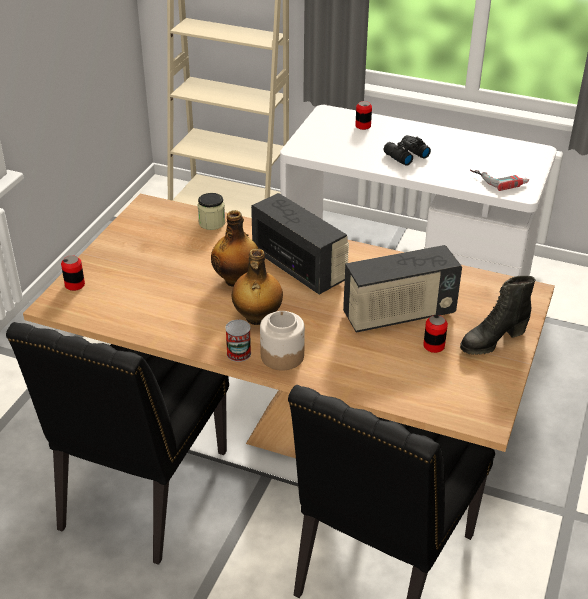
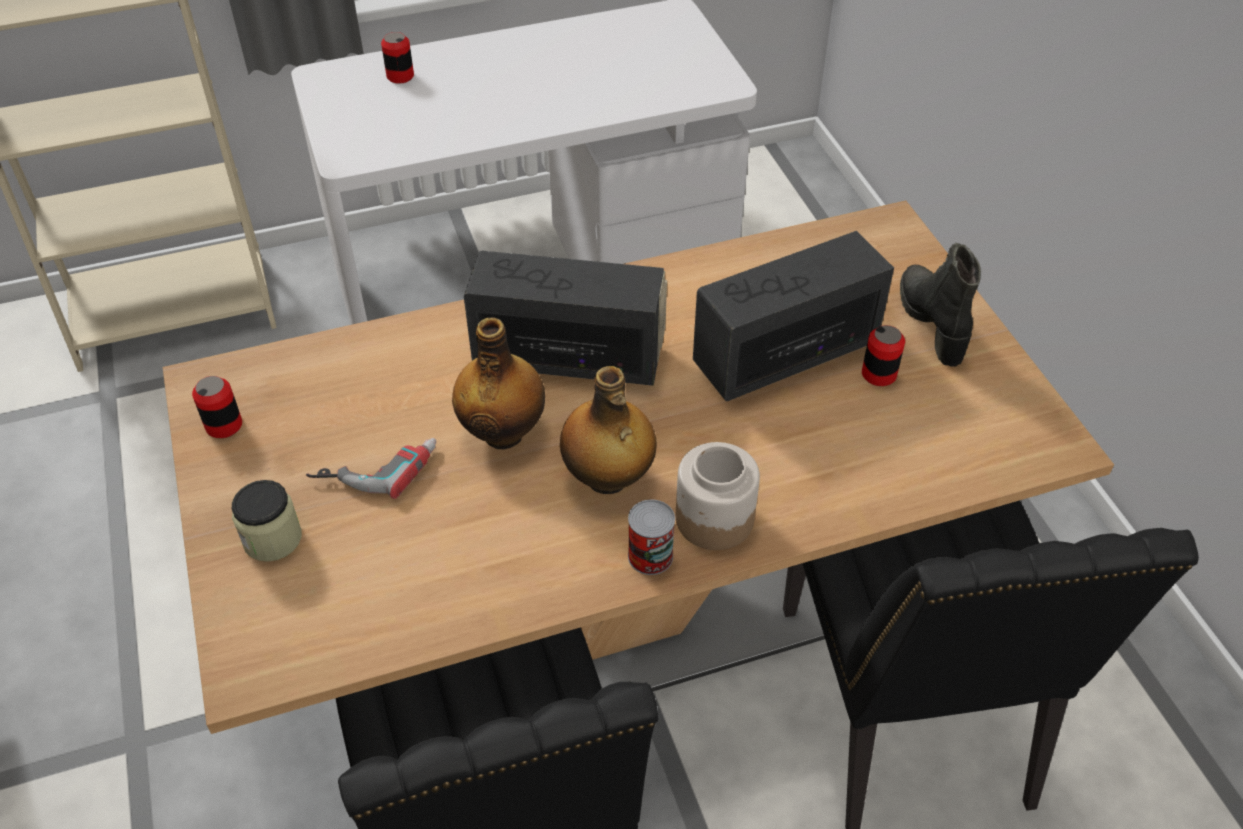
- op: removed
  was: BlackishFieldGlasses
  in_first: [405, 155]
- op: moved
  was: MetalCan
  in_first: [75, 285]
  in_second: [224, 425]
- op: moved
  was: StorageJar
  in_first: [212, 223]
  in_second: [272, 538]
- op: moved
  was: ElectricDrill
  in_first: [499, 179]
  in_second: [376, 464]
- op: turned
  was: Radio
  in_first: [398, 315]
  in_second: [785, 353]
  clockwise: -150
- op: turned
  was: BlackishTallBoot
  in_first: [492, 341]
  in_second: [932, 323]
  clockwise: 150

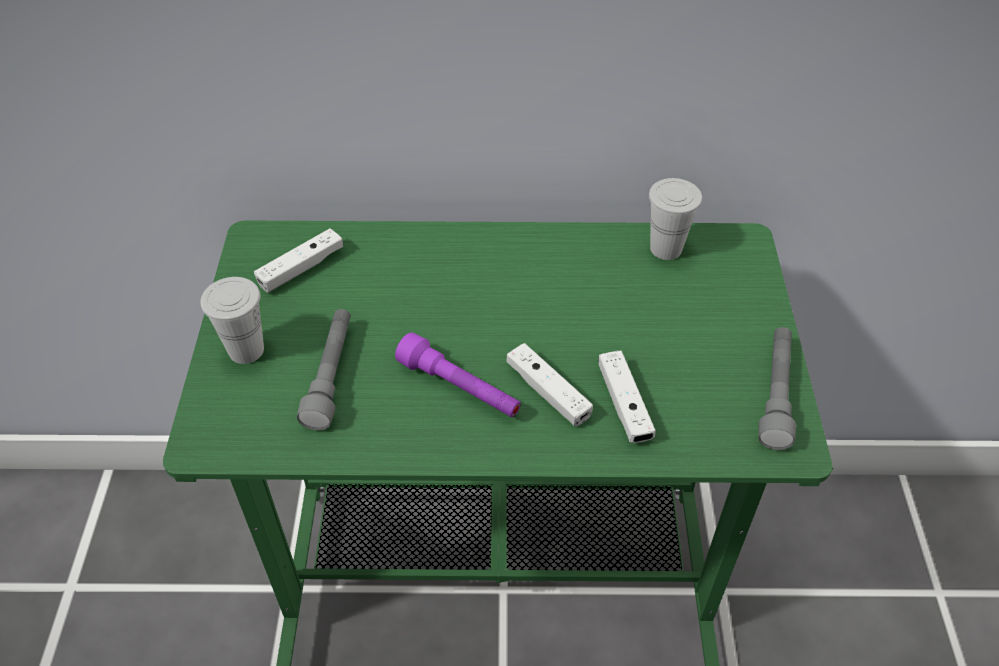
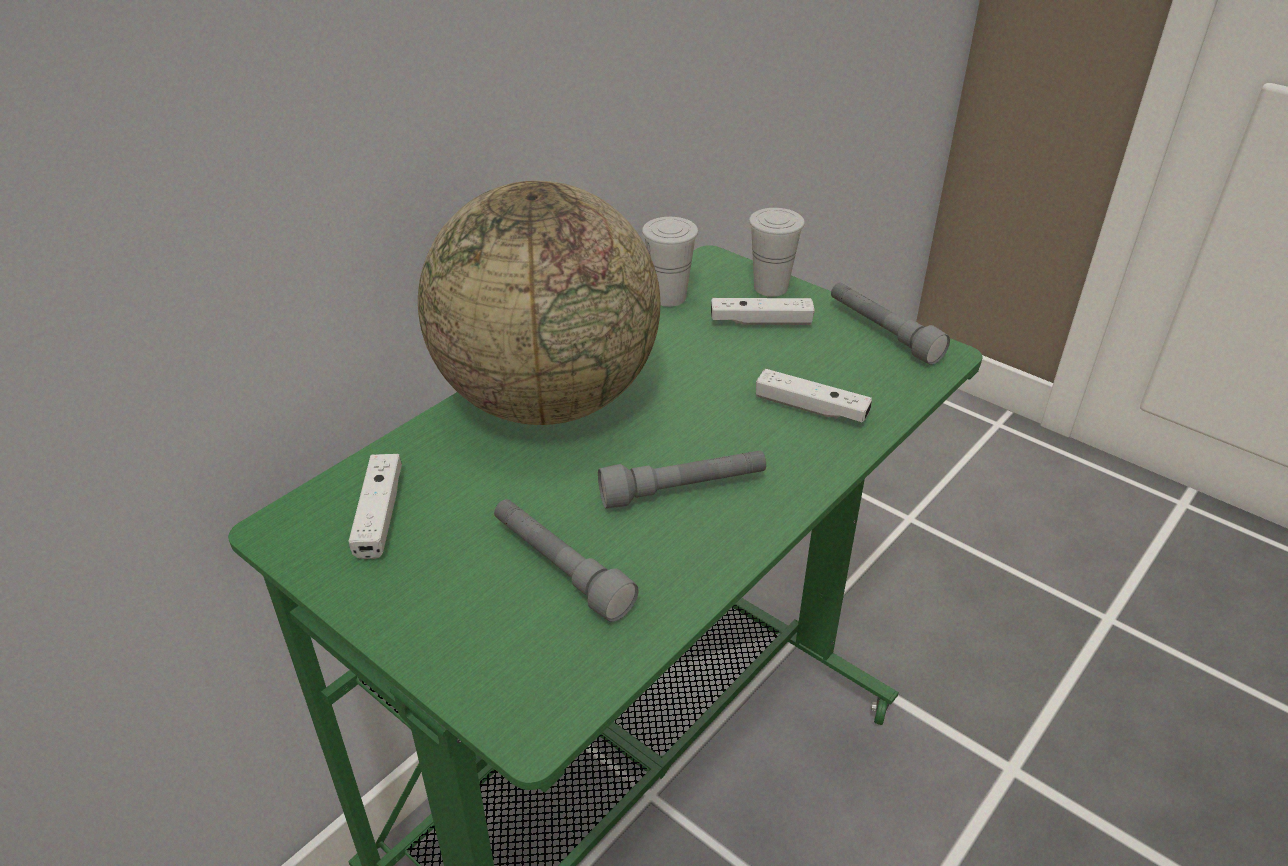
- op: added
  now: WorldGlobe
  in_second: [547, 399]
- op: moved
  was: WhitishCup
  in_first: [246, 350]
  in_second: [770, 287]
- op: moved
  was: WhitishJoypad
  in_first: [548, 392]
  in_second: [761, 322]
- op: recoloured
  was: PurpleFlashlight
  now: GreyishFlashlight
  in_first: [459, 388]
  in_second: [683, 490]

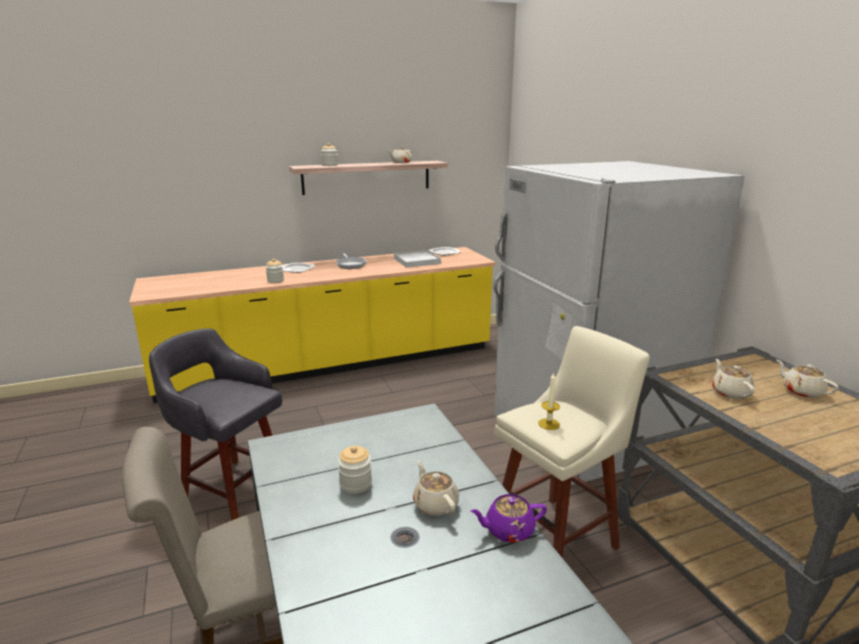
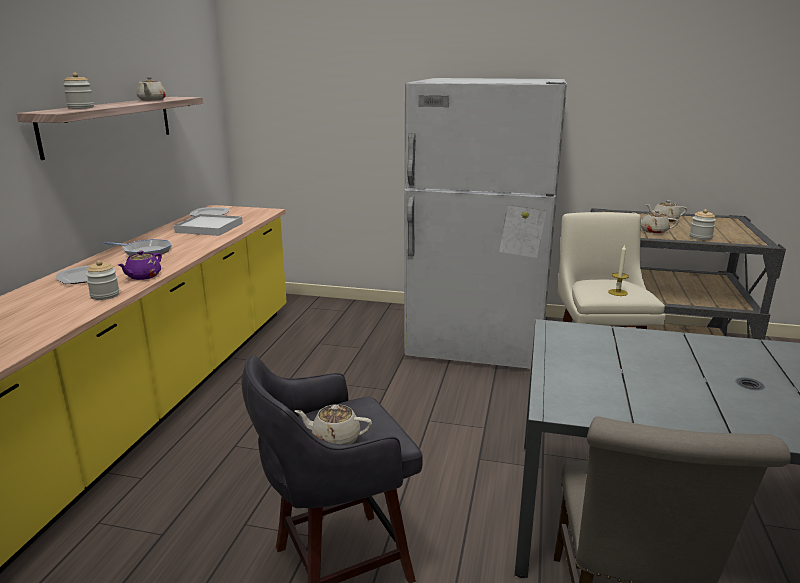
- op: moved
  was: StorageJar
  in_first: [355, 484]
  in_second: [700, 237]
- op: moved
  was: SandColouredTeapot
  in_first: [435, 504]
  in_second: [335, 439]
- op: moved
  was: PurpleTeapot
  in_first: [508, 530]
  in_second: [143, 276]

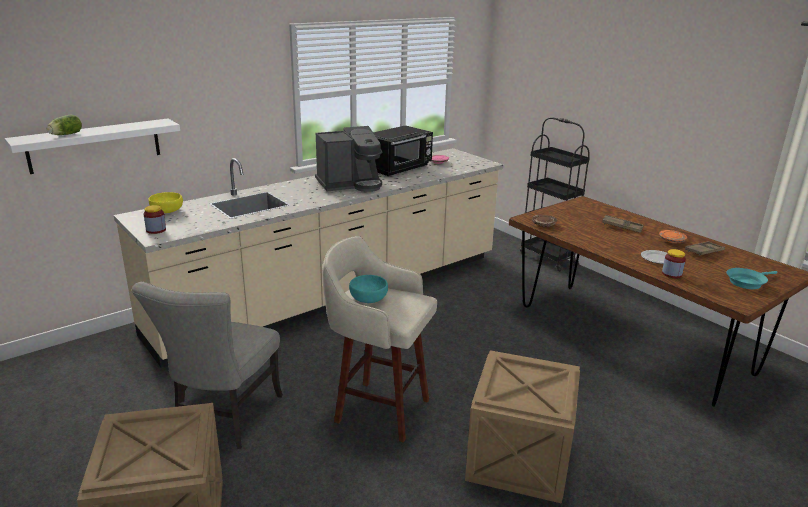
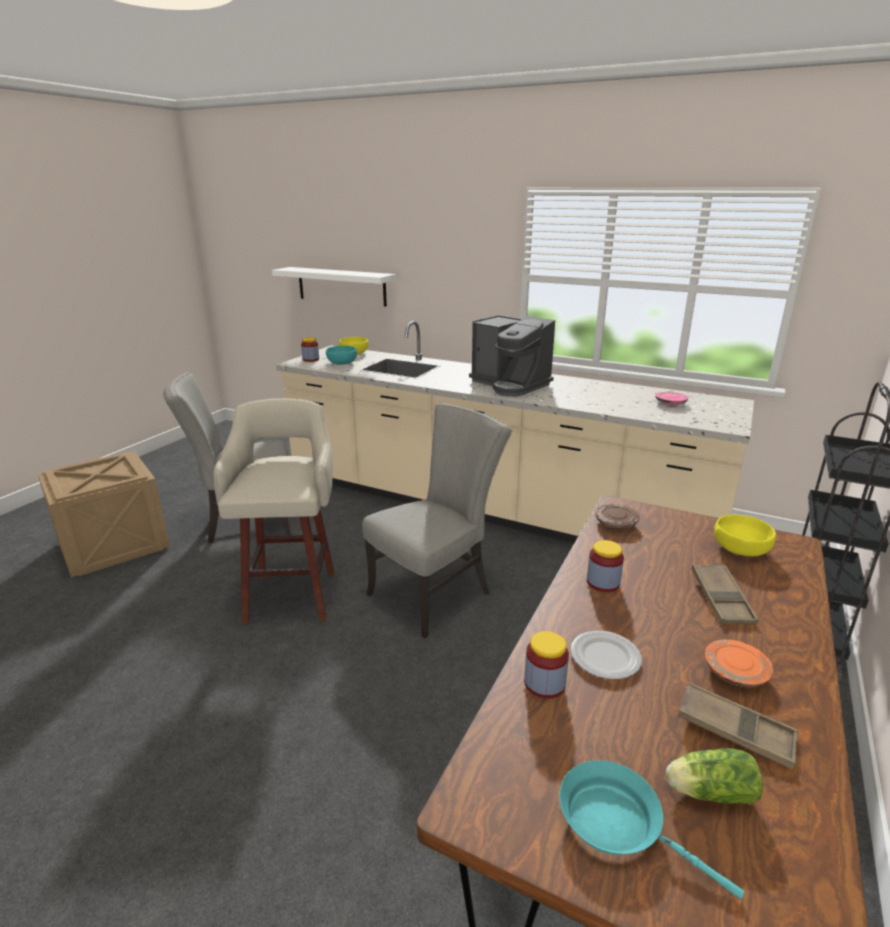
- op: removed
  was: BlackishMicrowaveOven
  in_first: [399, 168]
- op: removed
  was: Crate
  in_first: [519, 457]
- op: added
  now: GreyishPlainChair
  in_second: [436, 592]
- op: added
  now: StorageJar
  in_second: [603, 582]
- op: added
  now: YellowishBowl
  in_second: [741, 549]
- op: moved
  was: LettuceHead
  in_first: [65, 135]
  in_second: [707, 792]
- op: moved
  was: BlueGreenBowl
  in_first: [368, 298]
  in_second: [341, 363]

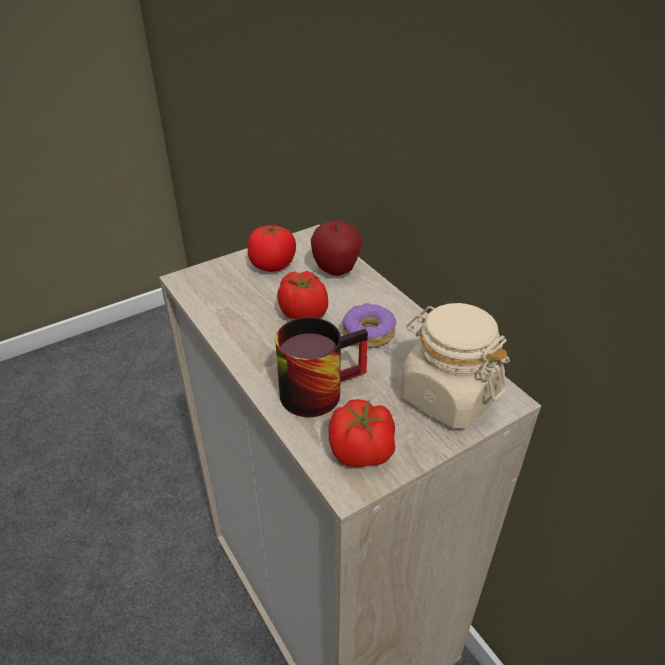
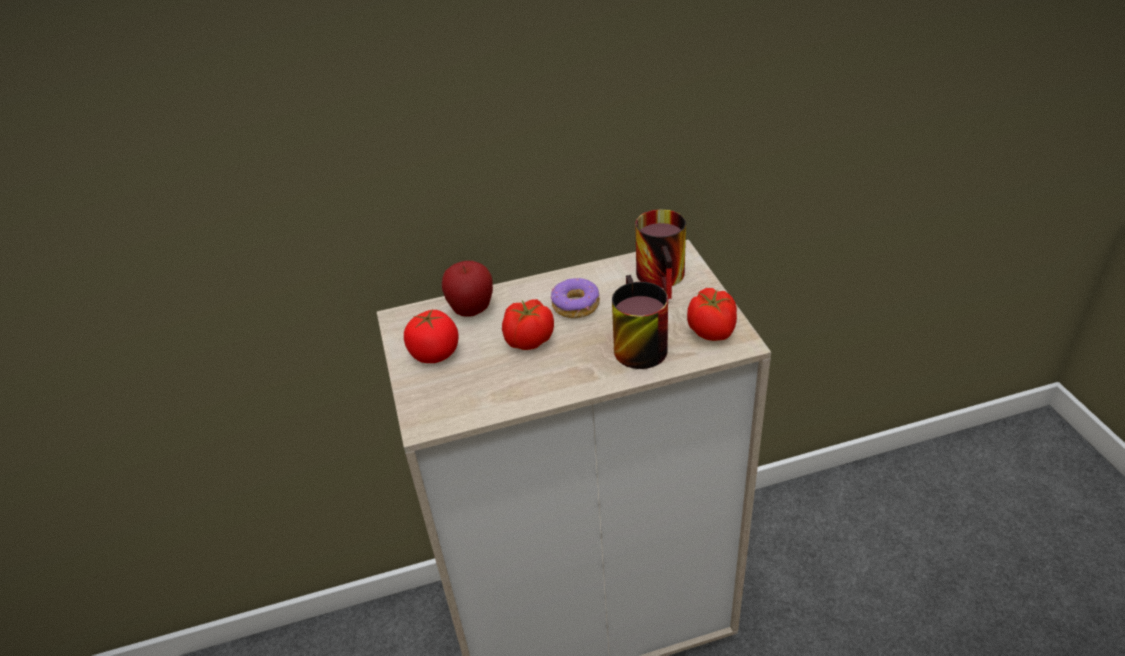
- op: replaced
  was: SandColouredStorageJar
  now: TeaMug
  in_first: [448, 396]
  in_second: [666, 278]

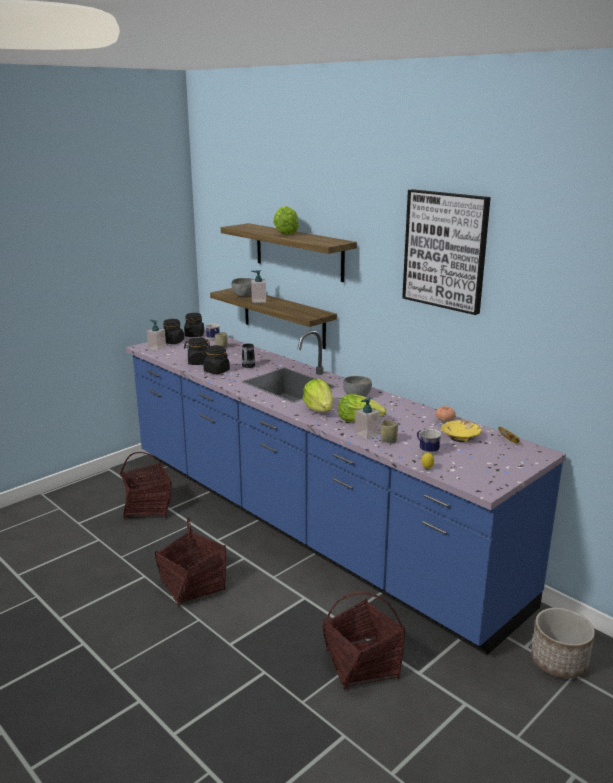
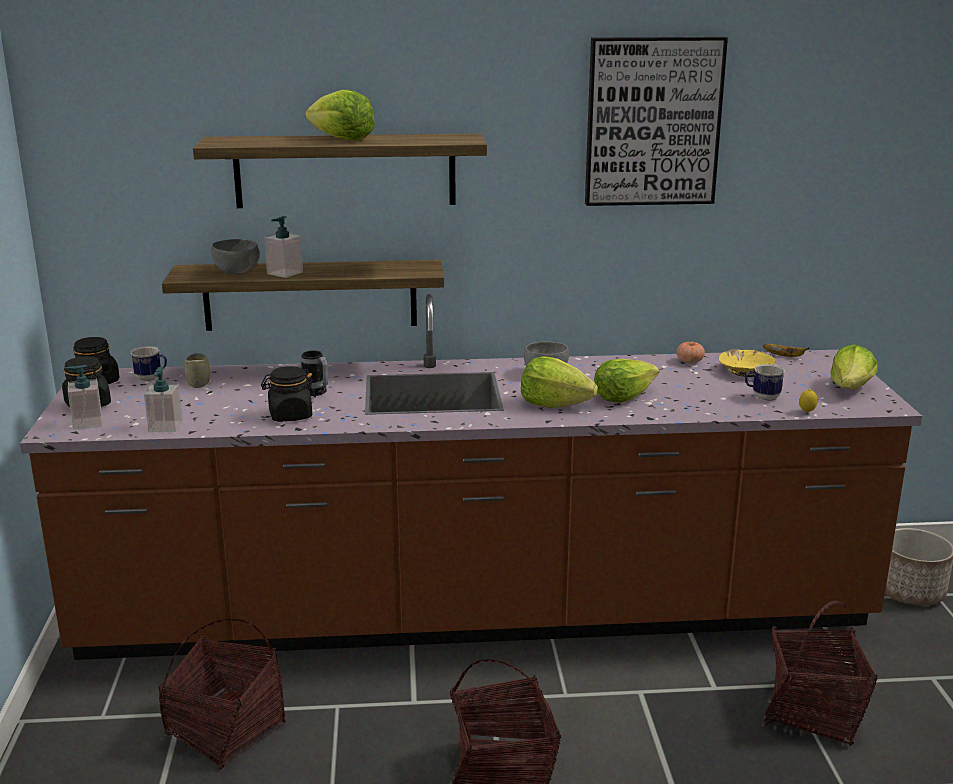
- op: removed
  was: BlackishStorageJar
  in_first: [198, 362]
- op: removed
  was: Cup
  in_first: [388, 441]
- op: added
  now: LettuceHead
  in_second: [851, 388]
- op: moved
  was: LiquidSoapBottle
  in_first: [366, 434]
  in_second: [165, 426]
- op: recoloured
  was: BluishKitchenBaseUnit
  now: BrownishKitchenBaseUnit
  in_first: [306, 523]
  in_second: [476, 612]

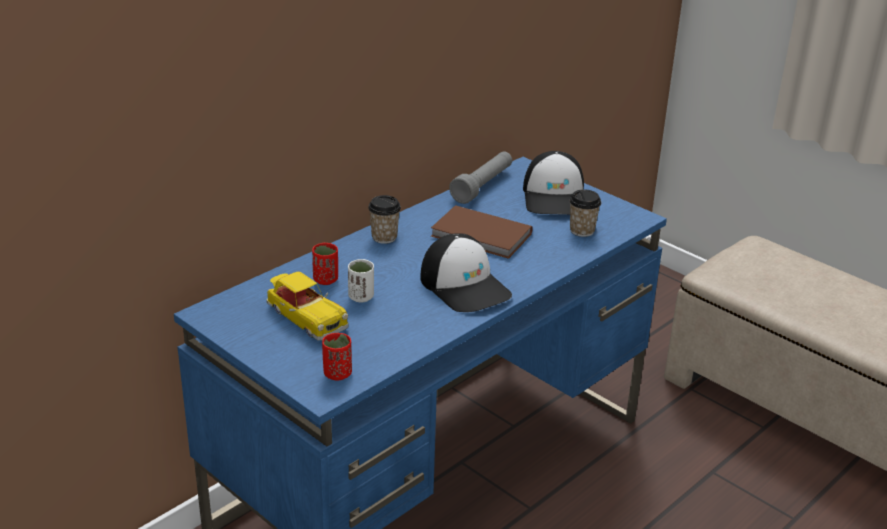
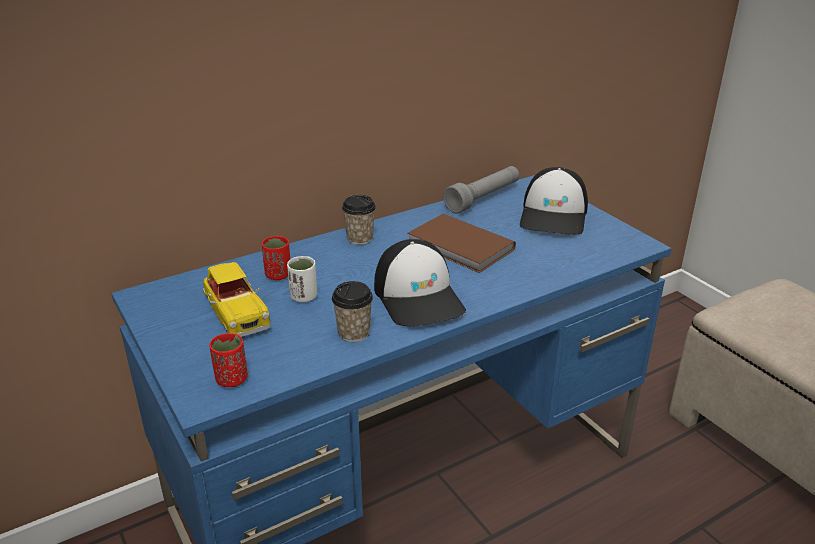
- op: moved
  was: Cup
  in_first: [582, 231]
  in_second: [354, 333]

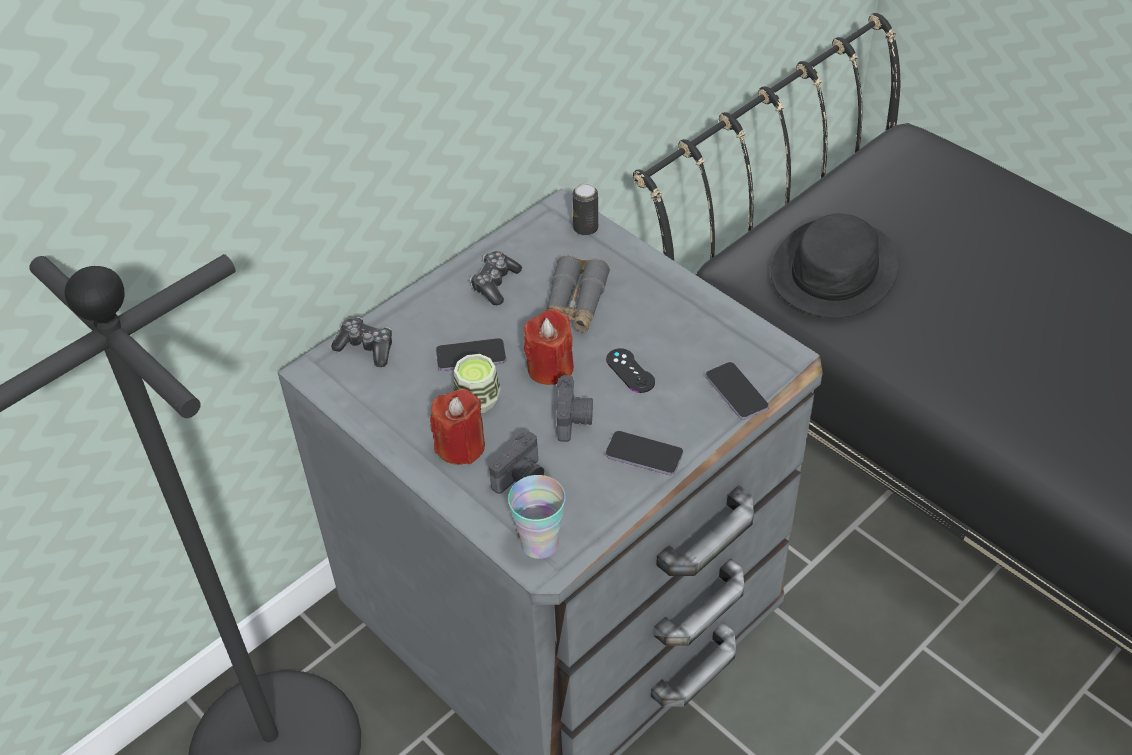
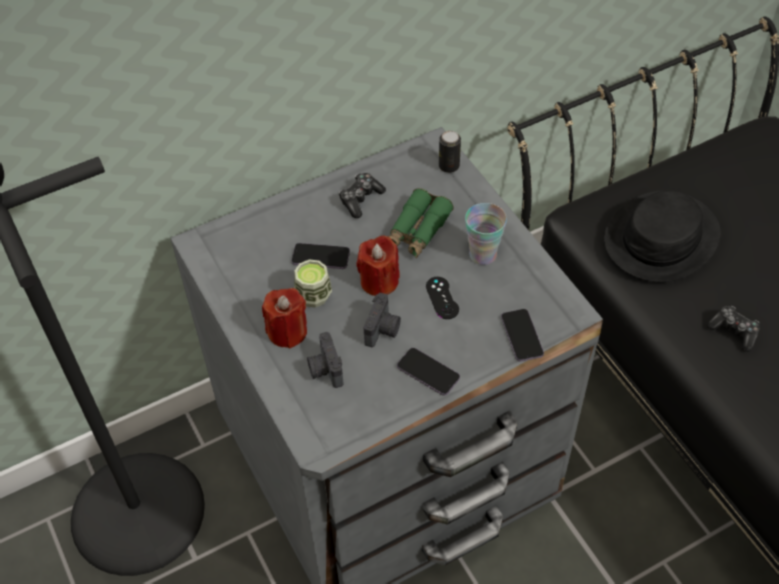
- op: moved
  was: Joypad
  in_first: [366, 348]
  in_second: [734, 331]
- op: moved
  was: Cup
  in_first: [539, 543]
  in_second: [482, 254]
- op: recoloured
  was: GreyishFieldGlasses
  now: GreenFieldGlasses
  in_first: [575, 305]
  in_second: [417, 231]
- op: turned
  was: StillCamera
  in_first: [521, 478]
  in_second: [325, 370]
  clockwise: 105

